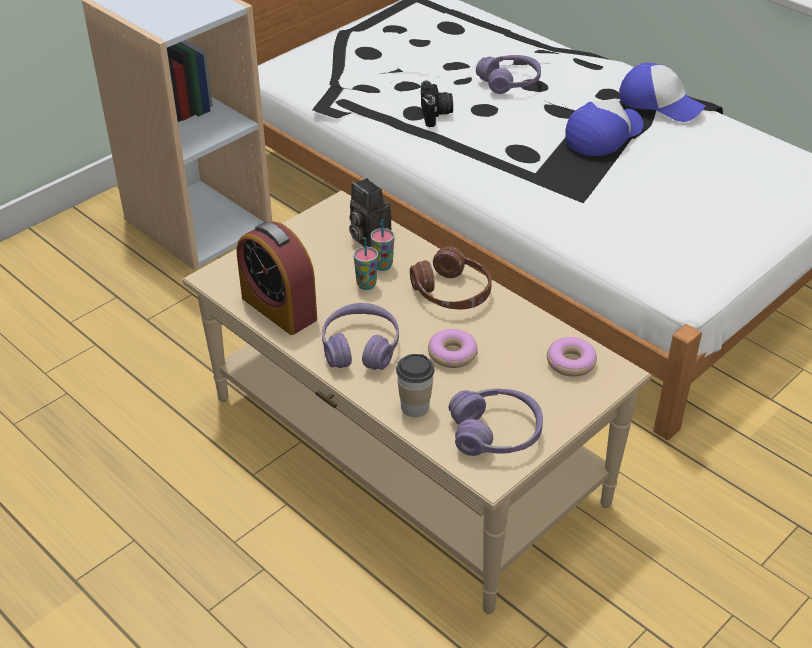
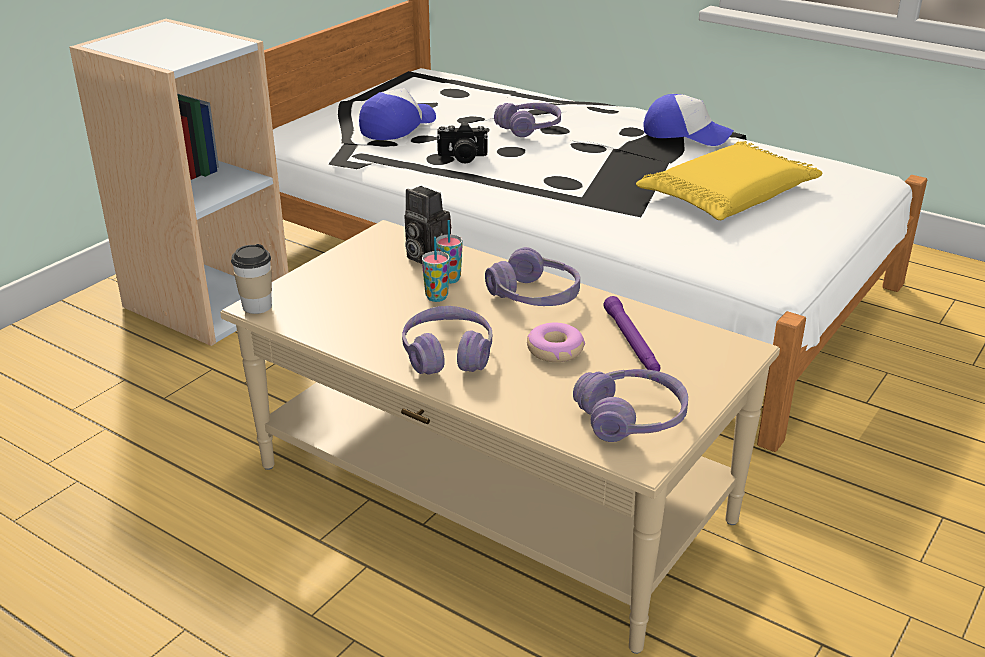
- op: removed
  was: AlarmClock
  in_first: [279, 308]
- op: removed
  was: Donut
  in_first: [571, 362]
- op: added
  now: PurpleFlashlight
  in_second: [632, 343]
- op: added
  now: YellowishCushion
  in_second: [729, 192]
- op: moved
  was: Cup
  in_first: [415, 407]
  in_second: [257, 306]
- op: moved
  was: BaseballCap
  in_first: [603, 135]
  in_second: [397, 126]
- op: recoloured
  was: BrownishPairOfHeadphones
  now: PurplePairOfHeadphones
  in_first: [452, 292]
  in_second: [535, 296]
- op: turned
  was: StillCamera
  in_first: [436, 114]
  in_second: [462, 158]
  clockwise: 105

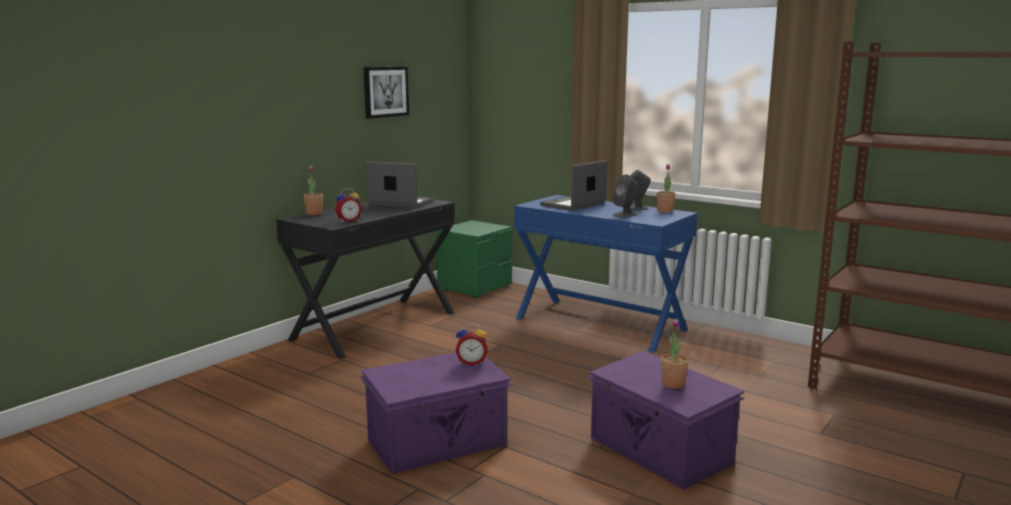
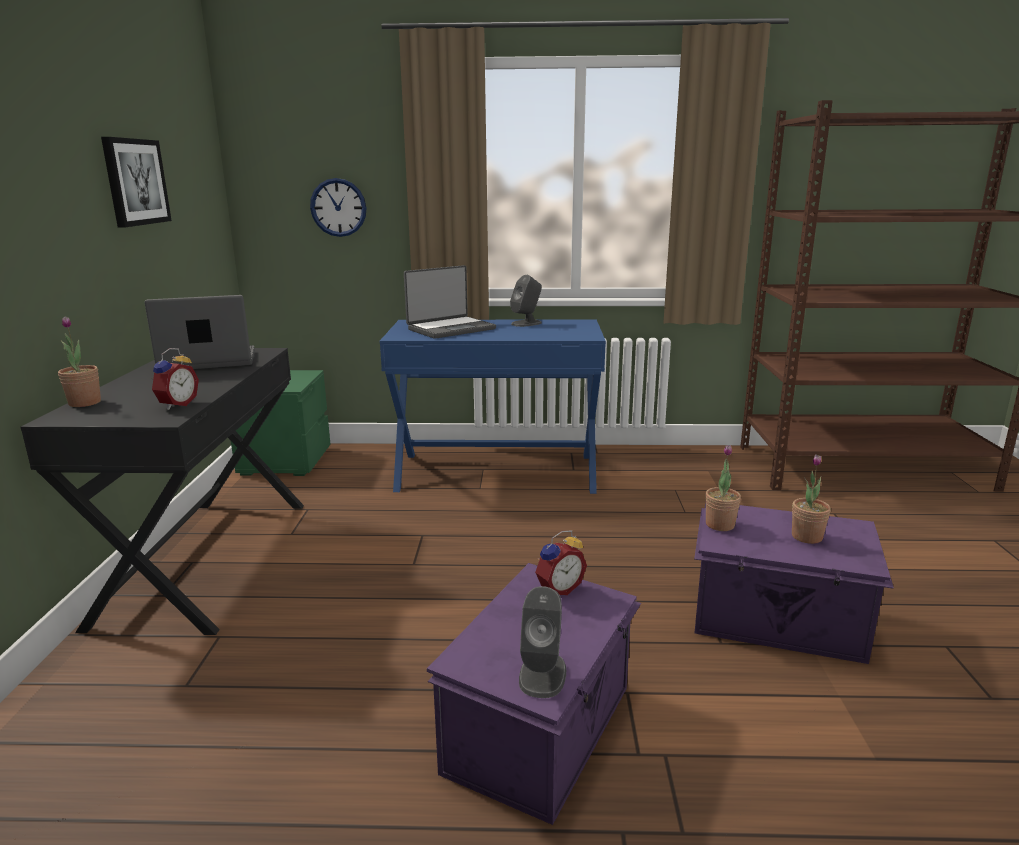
- op: added
  now: WallClock
  in_second: [338, 207]
- op: moved
  was: GreyishSpeaker
  in_first: [625, 214]
  in_second: [542, 674]
- op: moved
  was: PottedPlant
  in_first: [665, 211]
  in_second: [720, 525]
- op: turned
  was: Laptop
  in_first: [574, 204]
  in_second: [450, 329]
  clockwise: -135

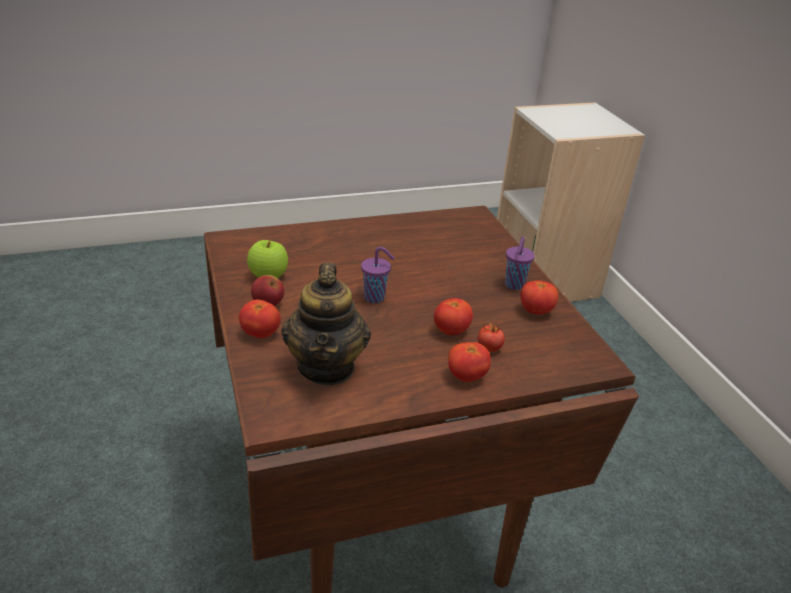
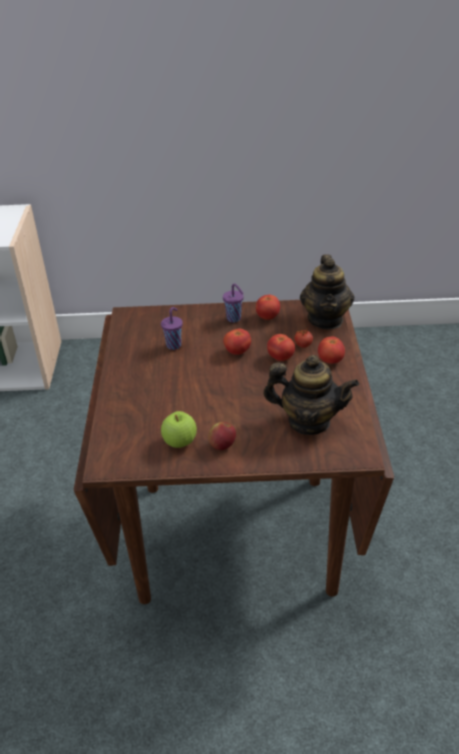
- op: added
  now: Teapot
  in_second: [326, 319]
- op: moved
  was: Tomato
  in_first: [260, 334]
  in_second: [237, 352]
- op: moved
  was: PurpleCup
  in_first: [375, 298]
  in_second: [174, 345]

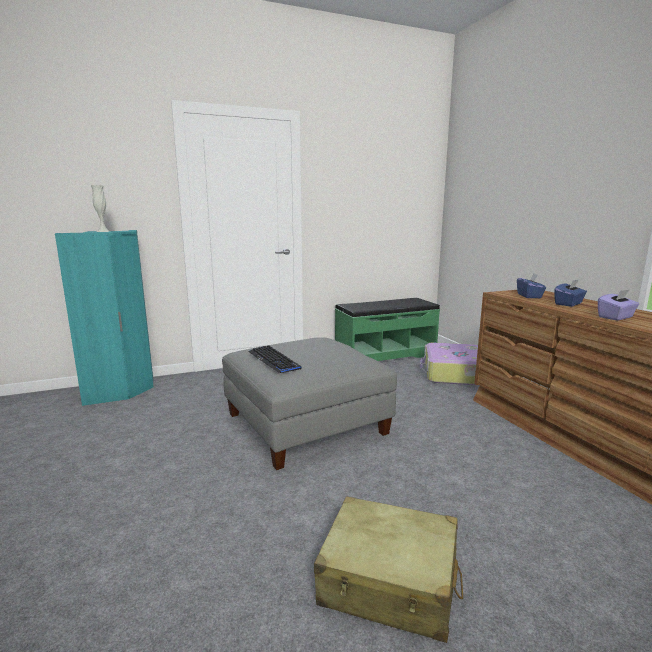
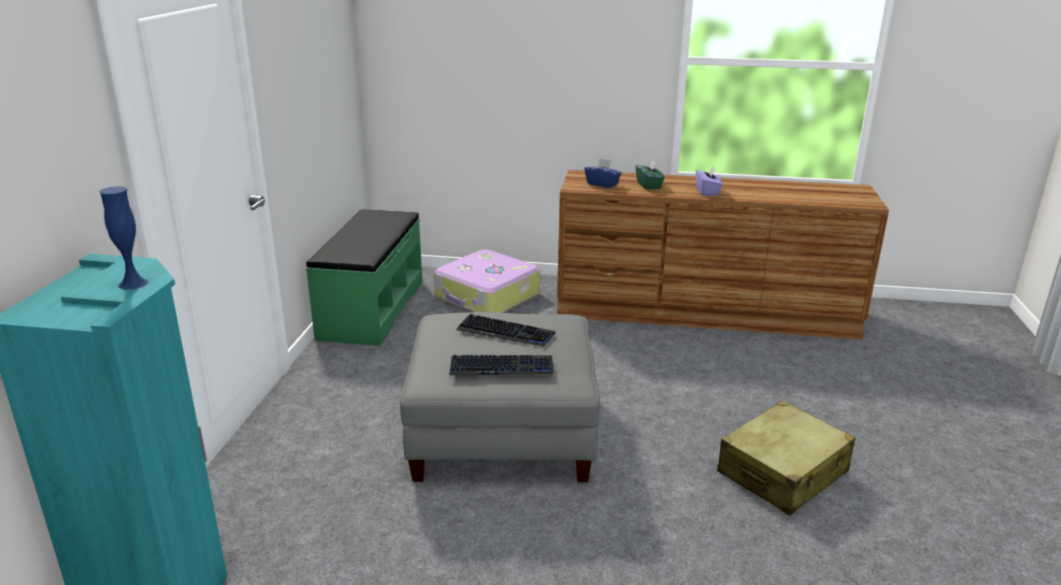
- op: added
  now: Keyboard
  in_second: [505, 332]
- op: recoloured
  was: WhitishFlowerVase
  now: BluishFlowerVase
  in_first: [103, 231]
  in_second: [133, 283]
- op: recoloured
  was: BluishTissueBox
  now: GreenTissueBox
  in_first: [569, 304]
  in_second: [649, 185]

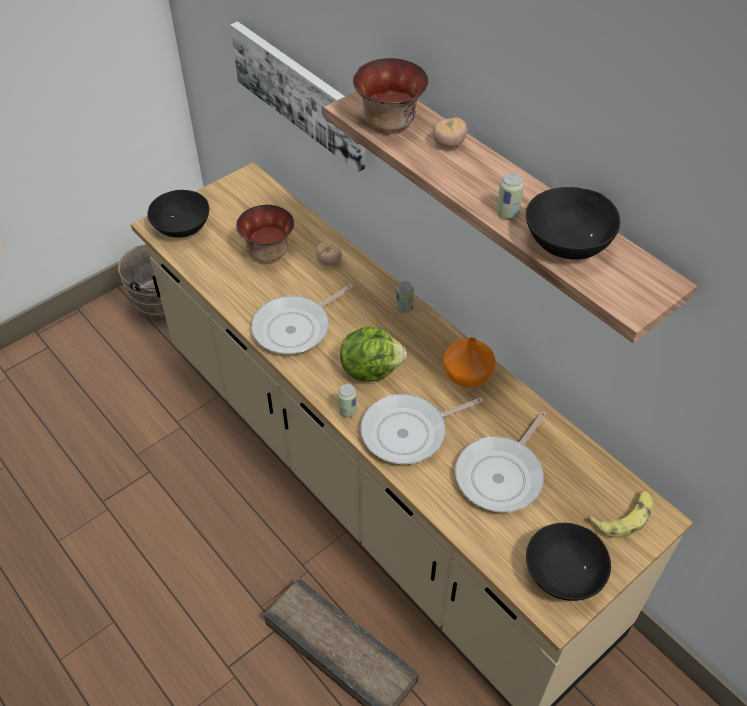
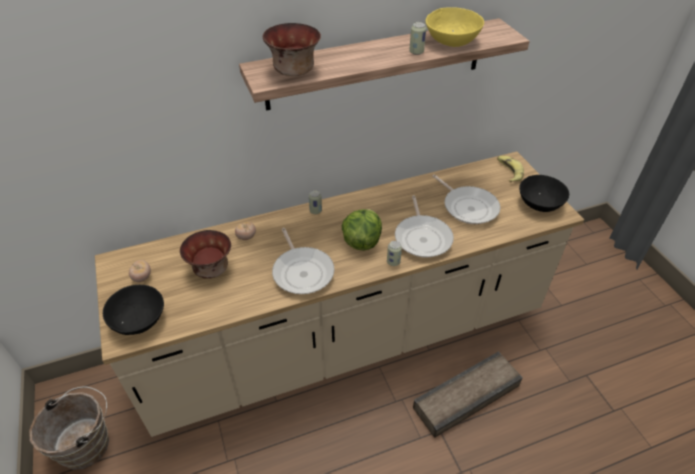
- op: removed
  was: WallPicture
  in_first: [300, 93]
- op: removed
  was: OrangeColouredFlowerVase
  in_first: [467, 376]
- op: moved
  was: Tomato
  in_first: [449, 144]
  in_second: [142, 277]
- op: recoloured
  was: BlackishBowl
  now: YellowishBowl
  in_first: [567, 243]
  in_second: [452, 41]

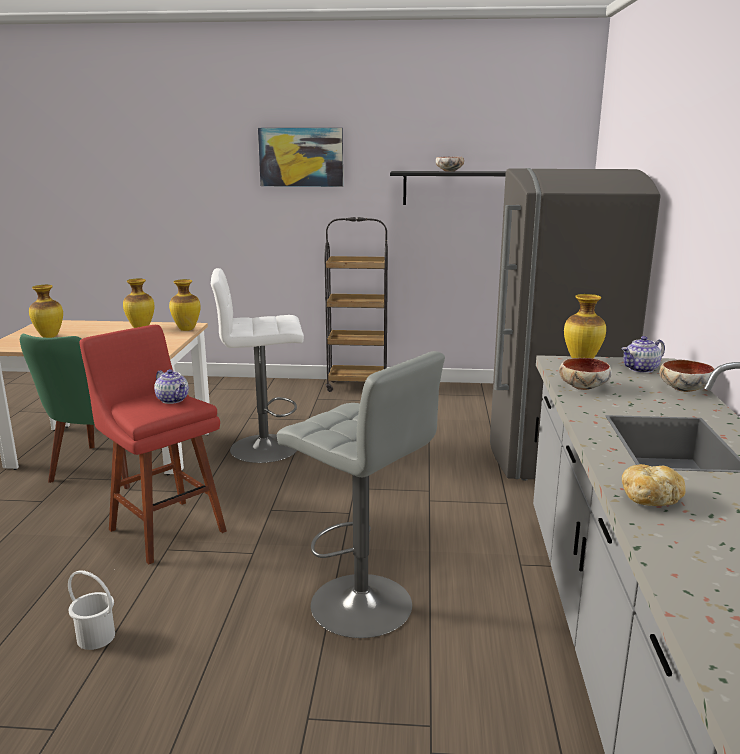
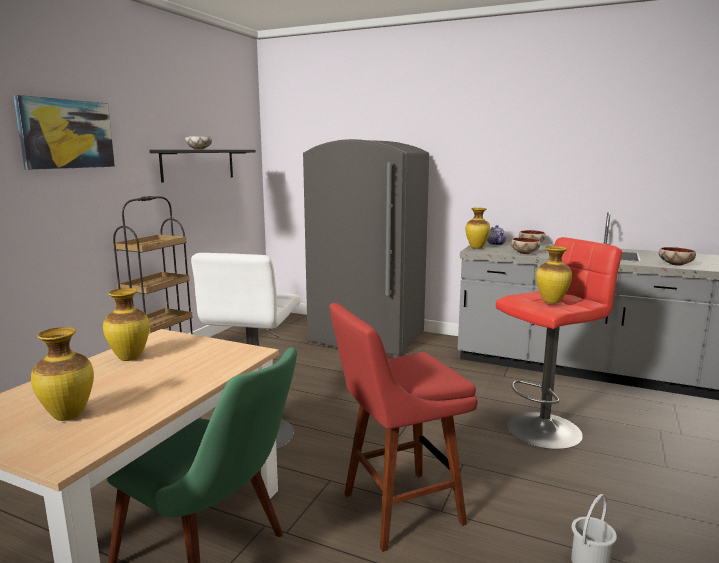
- op: removed
  was: Teapot
  in_first: [173, 400]
- op: moved
  was: FlowerVase
  in_first: [186, 329]
  in_second: [551, 302]
- op: replaced
  was: Bread
  now: Bowl
  in_first: [651, 499]
  in_second: [674, 264]
- op: recoloured
  was: GreyishSittingStool
  now: ReddishSittingStool
  in_first: [361, 606]
  in_second: [545, 430]

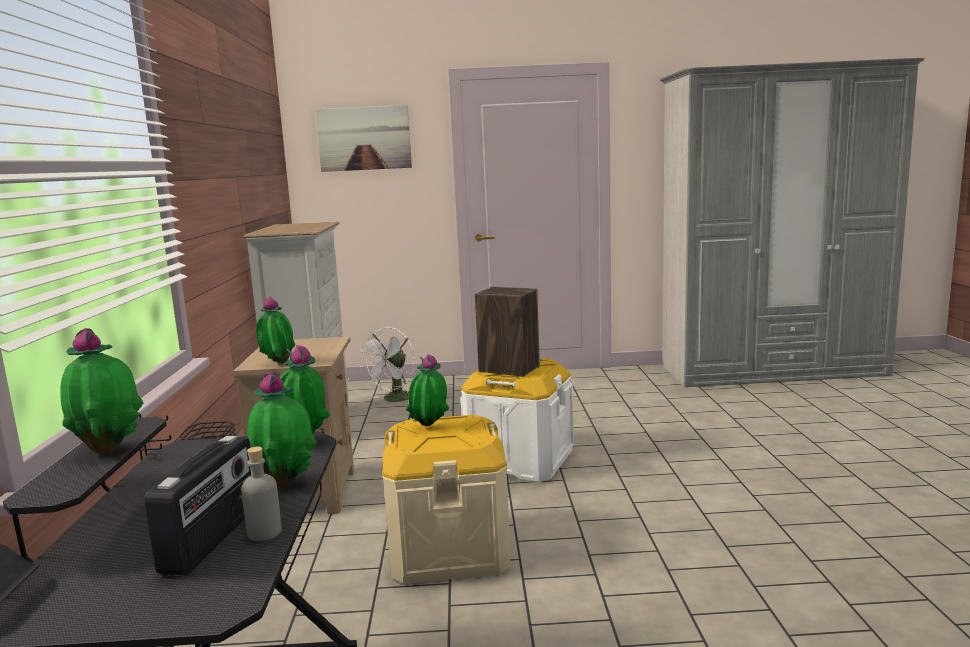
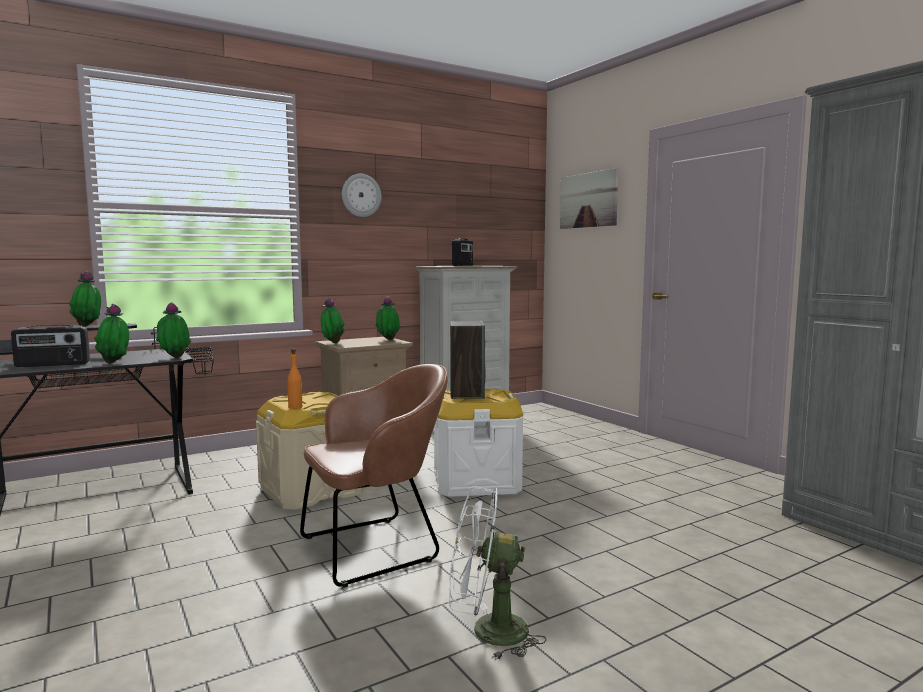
- op: removed
  was: GreyishBeverageBottle
  in_first: [264, 532]
- op: added
  now: OrangeColouredBeverageBottle
  in_second: [295, 407]
- op: added
  now: BrownishArmchair
  in_second: [377, 547]
- op: added
  now: WallClock
  in_second: [361, 195]
- op: added
  now: Radio
  in_second: [463, 265]
- op: moved
  was: WhitishFan
  in_first: [394, 400]
  in_second: [487, 632]
- op: moved
  was: PottedPlant
  in_first: [429, 427]
  in_second: [387, 340]

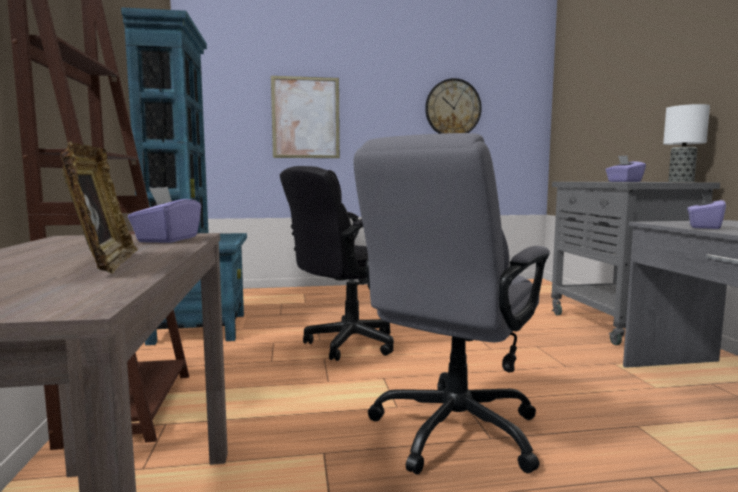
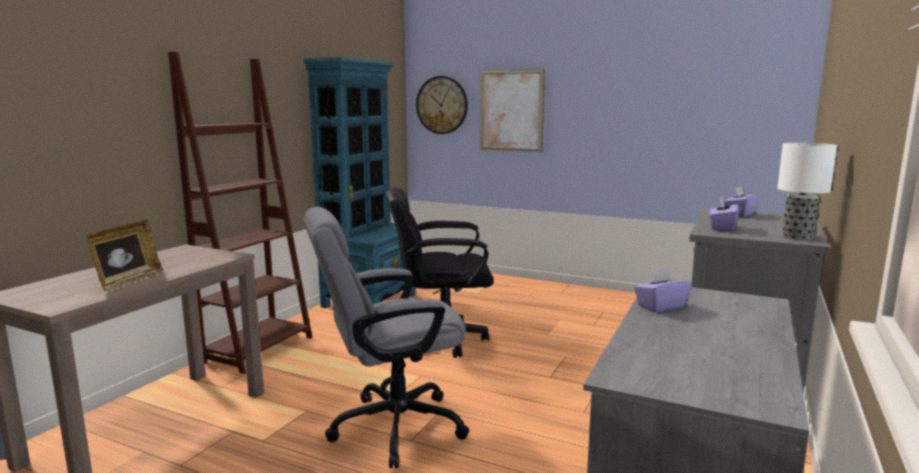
- op: moved
  was: PurpleTissueBox
  in_first: [167, 239]
  in_second: [739, 214]
- op: moved
  was: WallClock
  in_first: [453, 108]
  in_second: [442, 105]

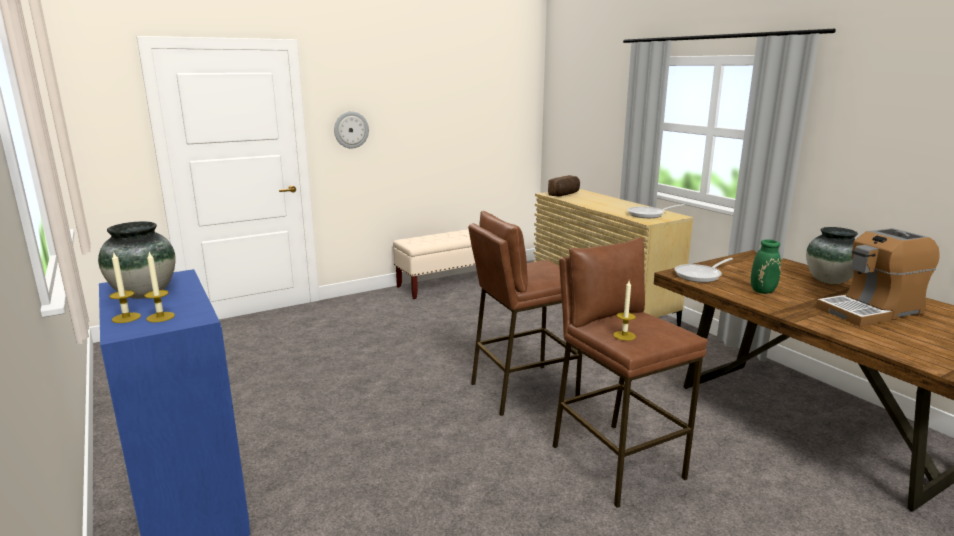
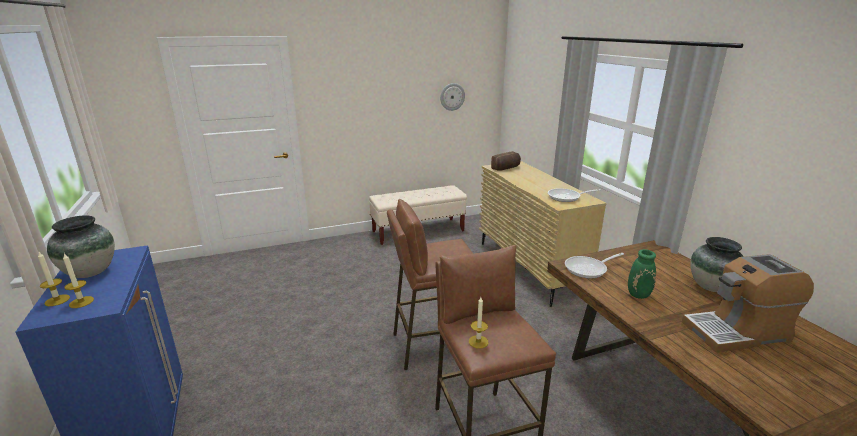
- op: moved
  was: WallClock
  in_first: [351, 130]
  in_second: [452, 96]

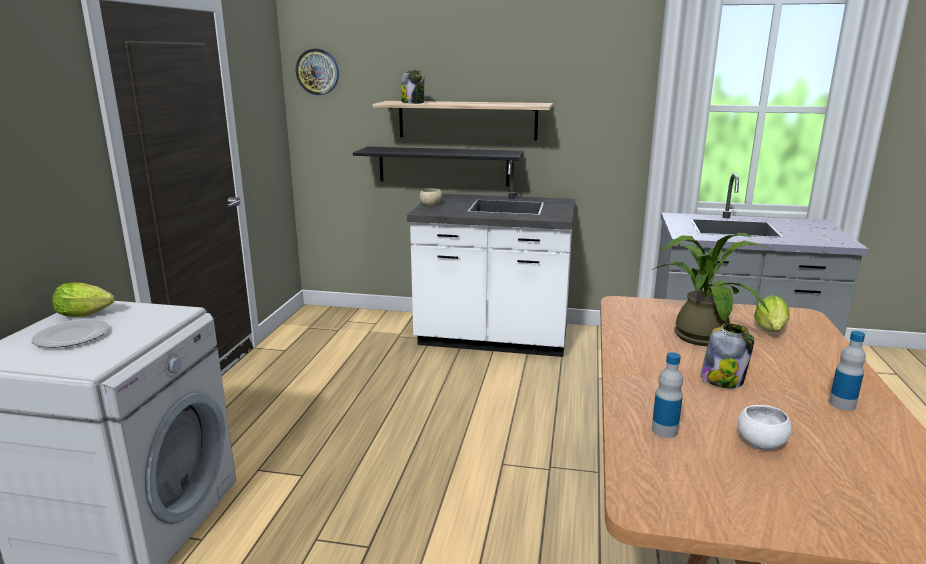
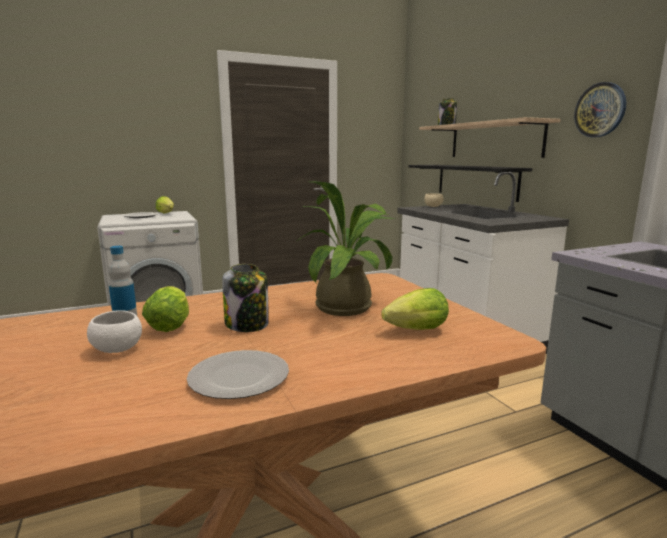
- op: added
  now: LettuceHead
  in_second: [171, 325]
- op: moved
  was: WallClock
  in_first: [317, 72]
  in_second: [600, 110]
- op: replaced
  was: BeverageBottle
  now: Plate
  in_first: [842, 404]
  in_second: [240, 377]

